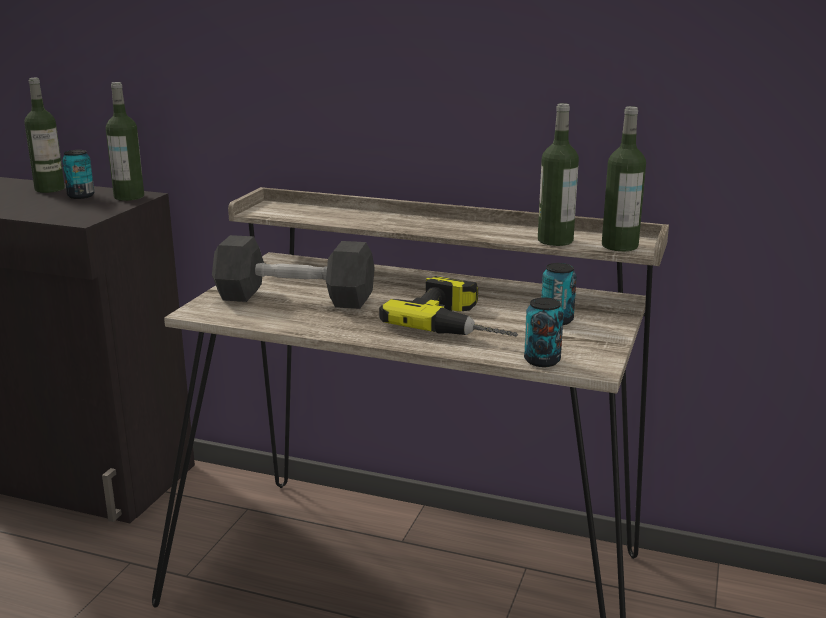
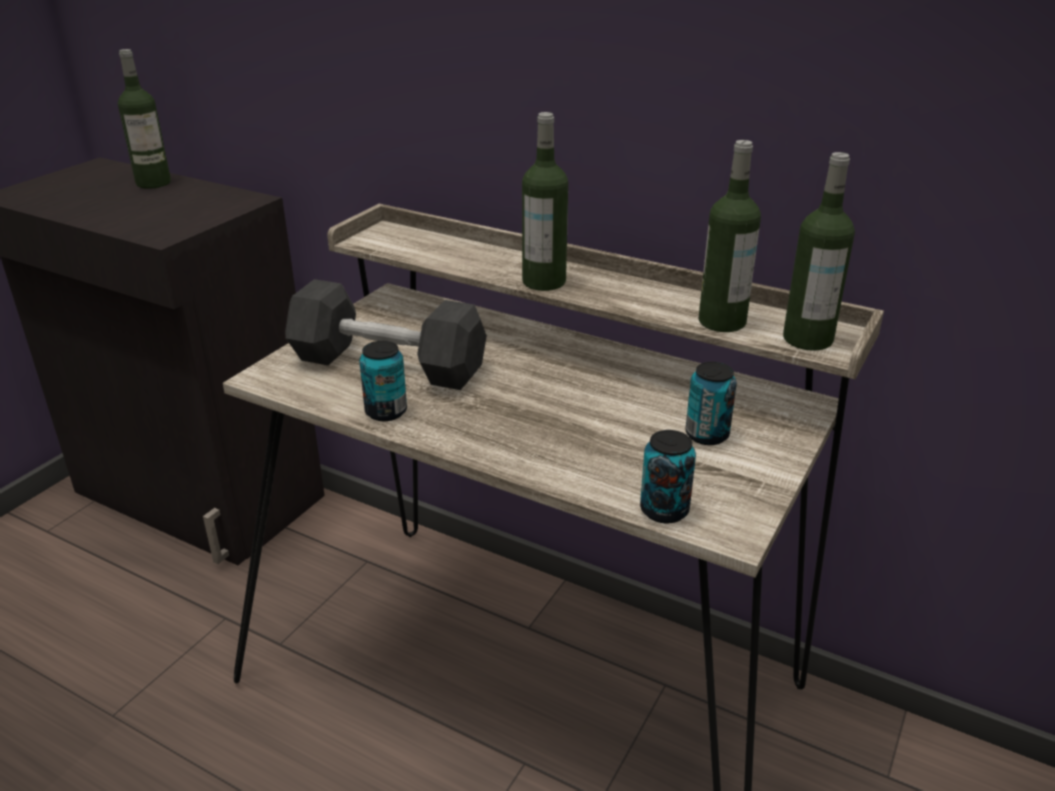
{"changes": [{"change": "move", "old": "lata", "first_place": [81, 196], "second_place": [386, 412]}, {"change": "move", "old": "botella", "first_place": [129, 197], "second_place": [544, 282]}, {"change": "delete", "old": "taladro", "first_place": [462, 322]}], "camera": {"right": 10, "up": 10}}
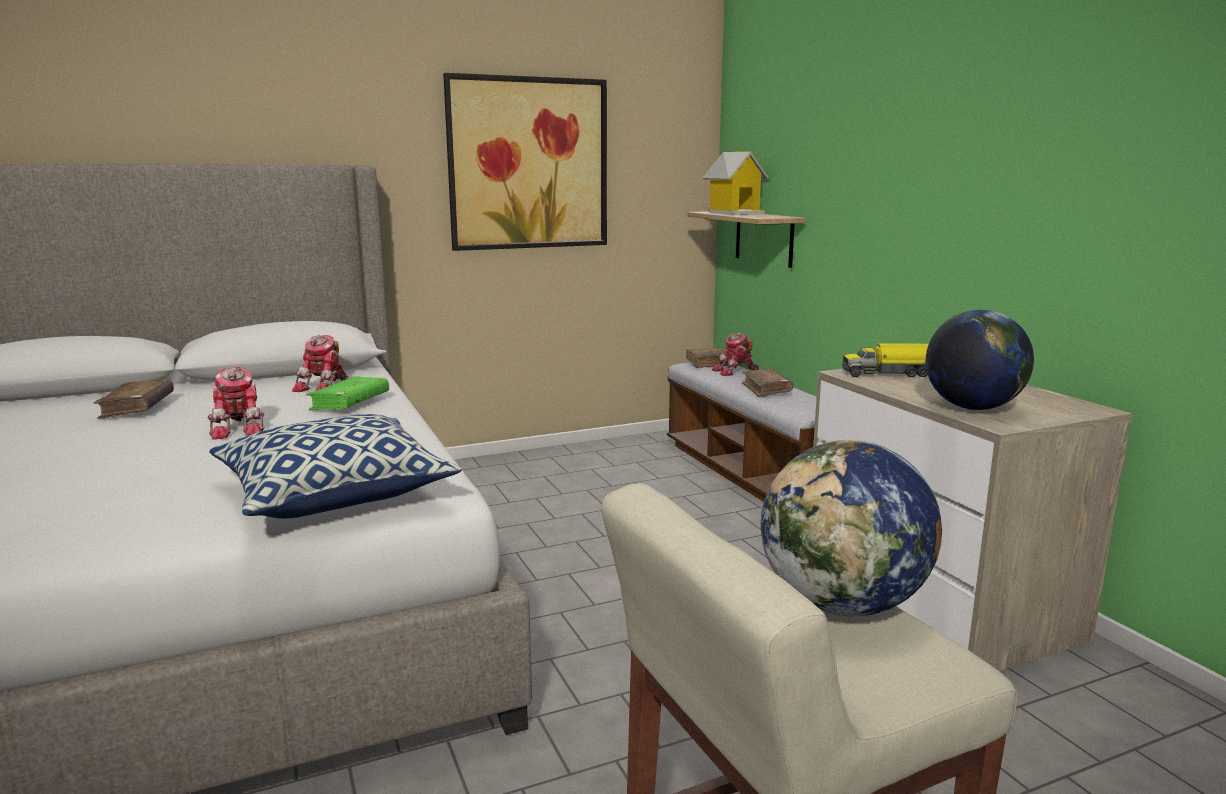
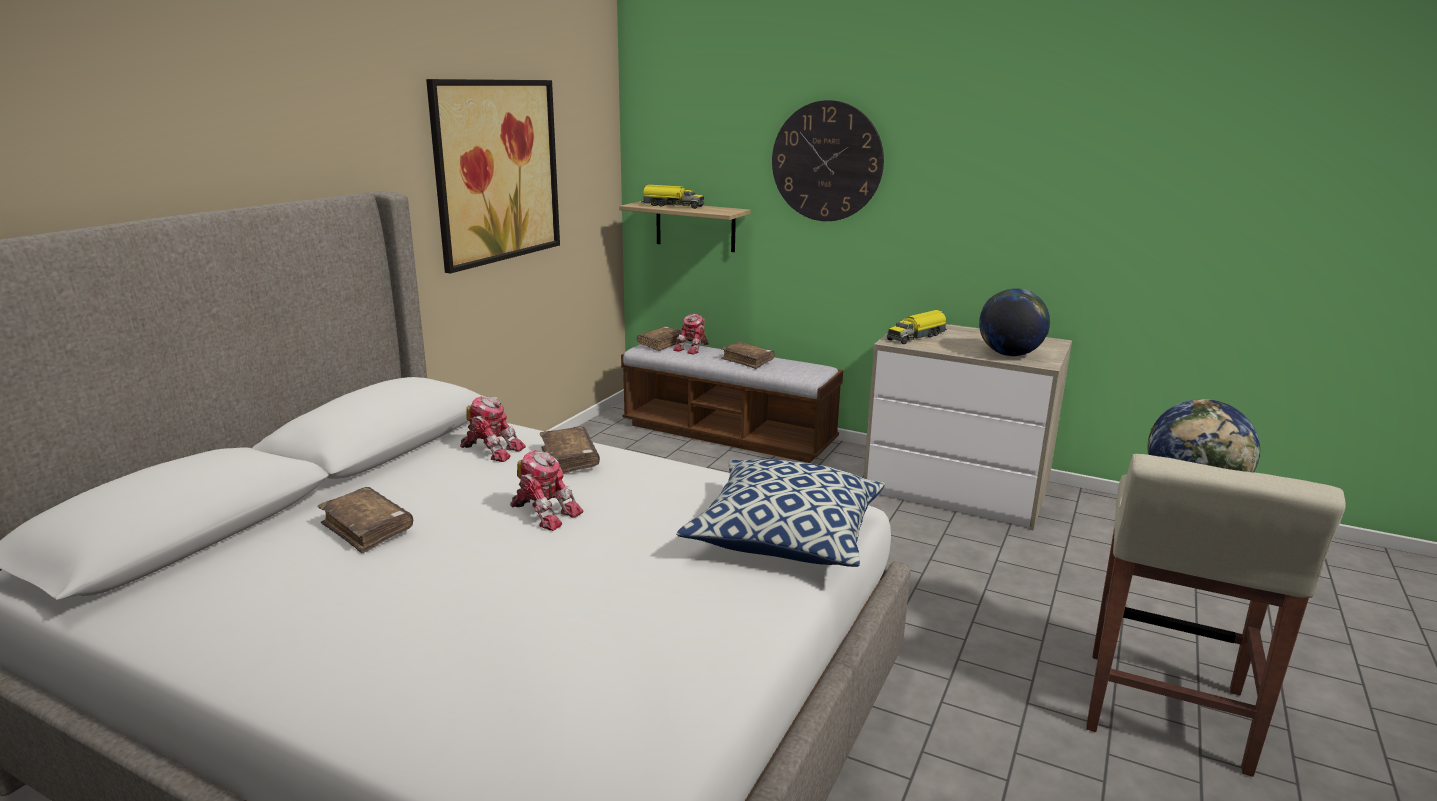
{"changes": [{"change": "rotate", "old": "robot de juguete", "first_place": [325, 386], "second_place": [491, 449], "degrees": -45}, {"change": "recolor", "old": "libro (verde)", "new": "libro (marrón)", "first_place": [350, 403], "second_place": [569, 459]}, {"change": "replace", "old": "casita", "new": "camión de juguete", "first_place": [735, 213], "second_place": [672, 206]}, {"change": "insert", "new": "reloj de pared", "second_place": [827, 161]}], "camera": {"right": -40, "up": 5}}
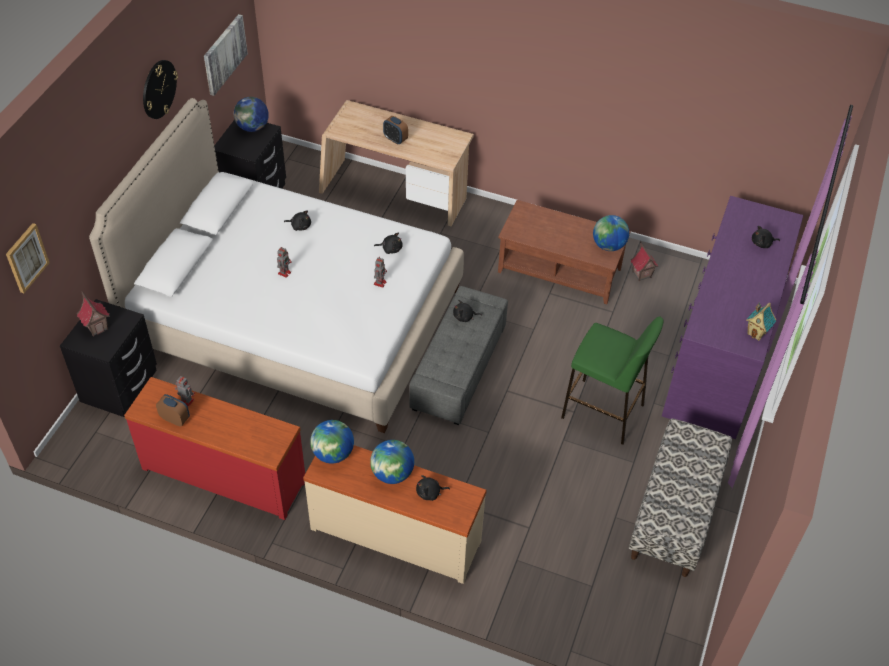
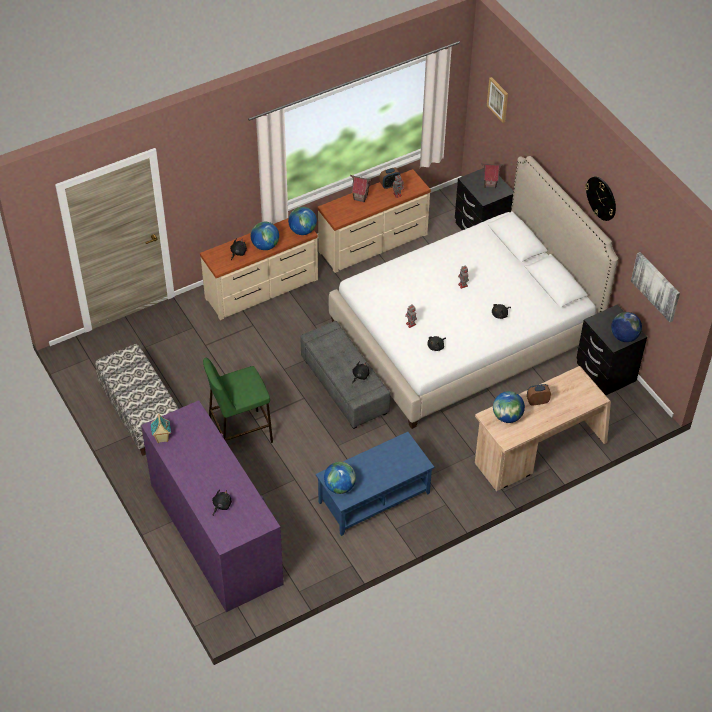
{"changes": [{"change": "recolor", "old": "mesa de centro (marrón)", "new": "mesa de centro (azul)", "first_place": [560, 270], "second_place": [374, 498]}, {"change": "recolor", "old": "cómoda (rojo)", "new": "cómoda (beis)", "first_place": [224, 473], "second_place": [374, 244]}, {"change": "move", "old": "casita", "first_place": [641, 274], "second_place": [360, 197]}, {"change": "insert", "new": "globo terráqueo", "second_place": [507, 416]}], "camera": {"right": 130, "up": 0}}
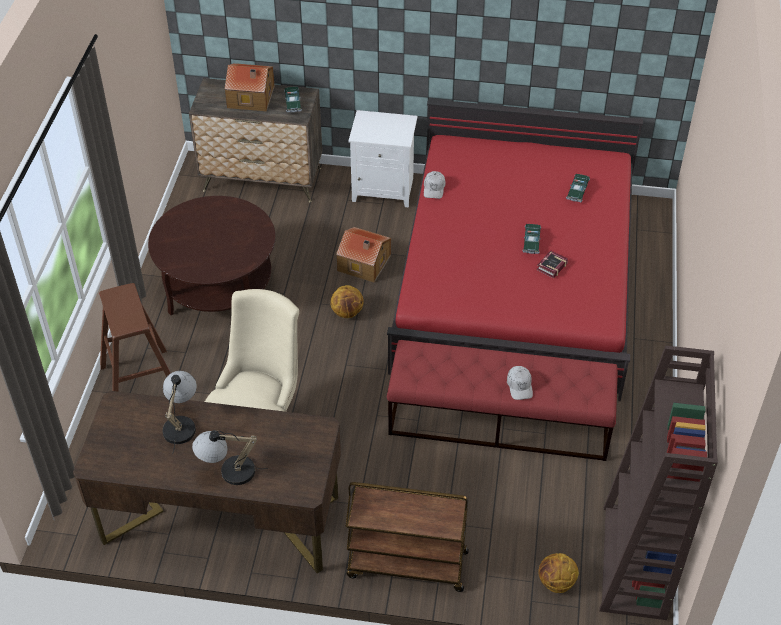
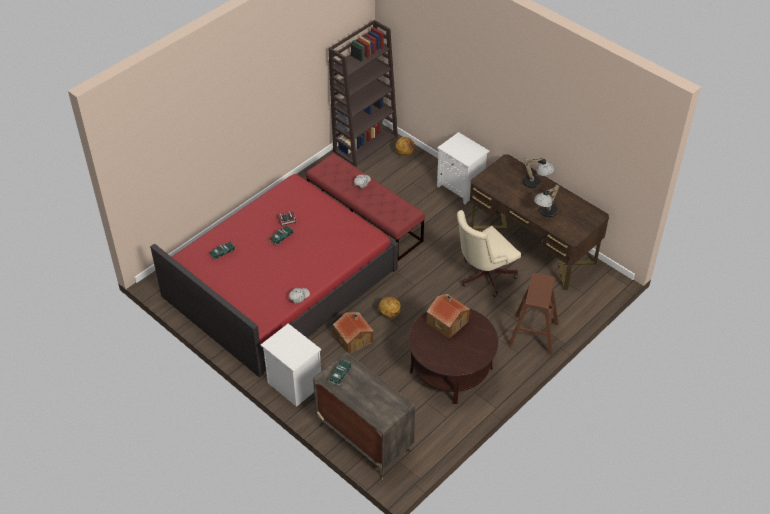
{"changes": [{"change": "move", "old": "casita", "first_place": [251, 98], "second_place": [447, 321]}, {"change": "replace", "old": "carrito (marrón)", "new": "mesita de noche (blanco)", "first_place": [406, 565], "second_place": [461, 188]}], "camera": {"right": -145, "up": 0}}
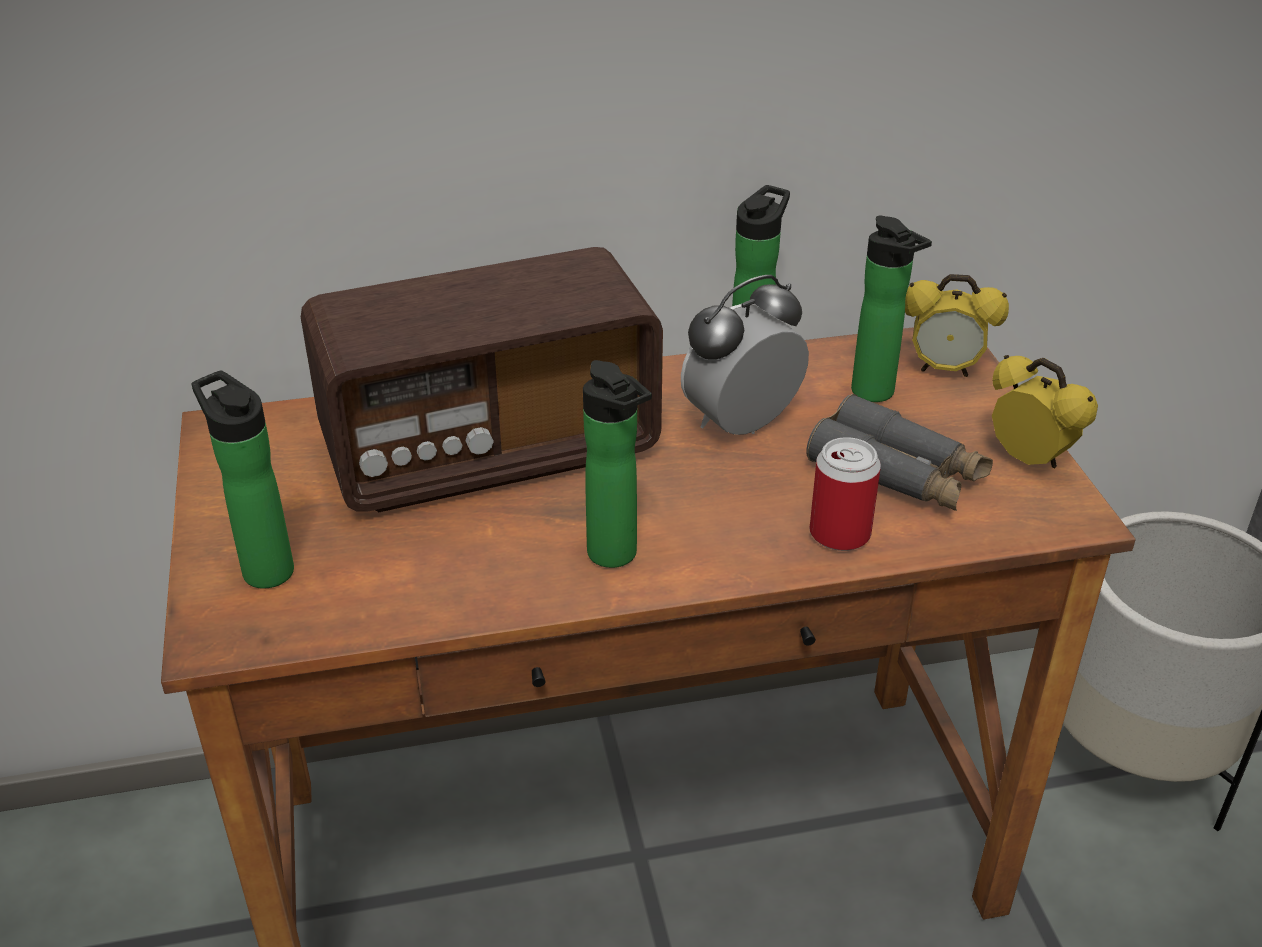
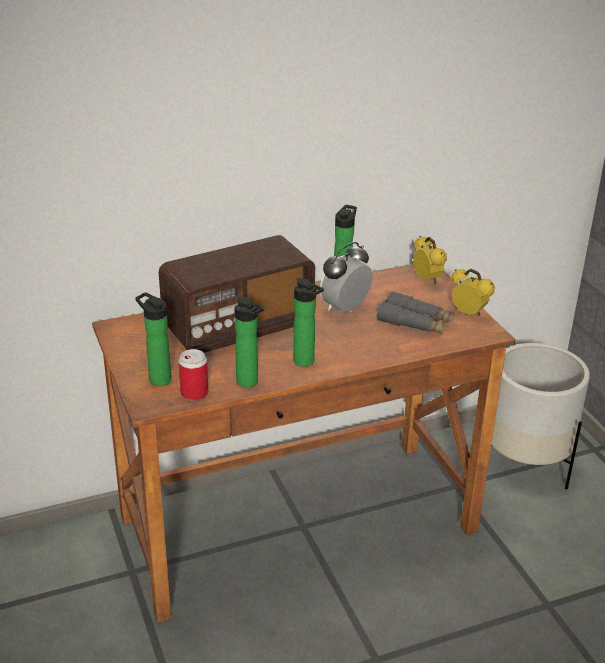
{"changes": [{"change": "move", "old": "lata", "first_place": [839, 533], "second_place": [194, 393]}, {"change": "move", "old": "botella", "first_place": [877, 394], "second_place": [249, 383]}, {"change": "rotate", "old": "despertador", "first_place": [944, 369], "second_place": [427, 280], "degrees": -120}], "camera": {"right": -10, "up": -5}}
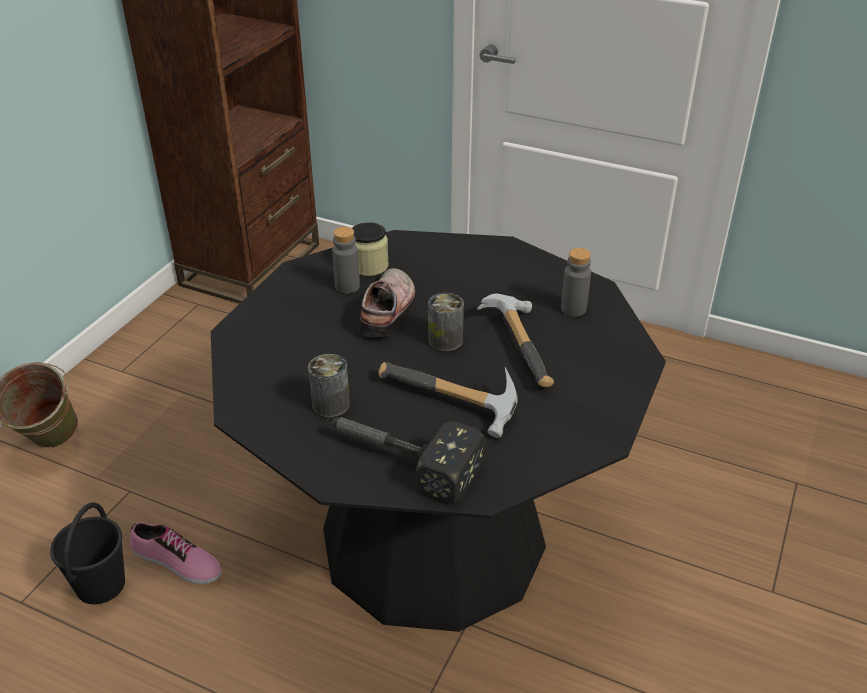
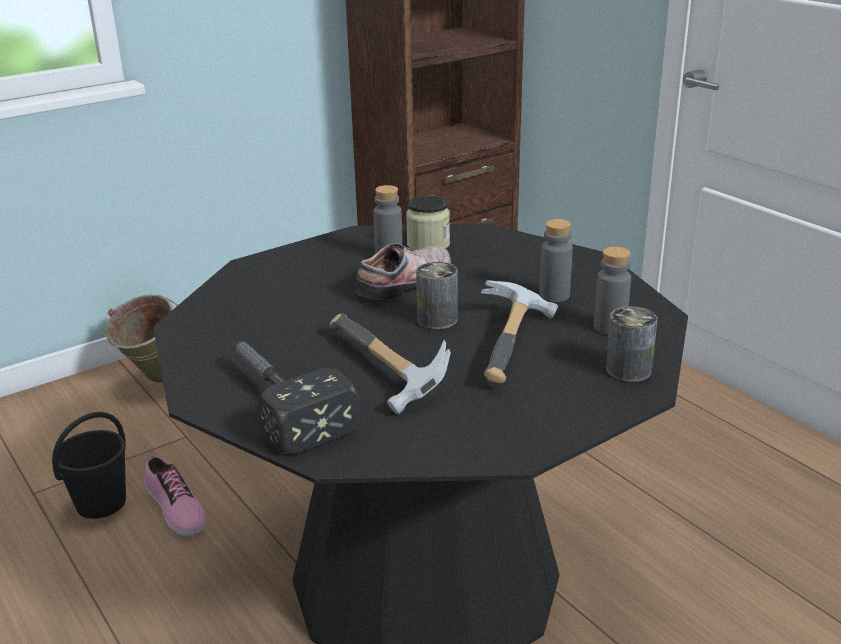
{"changes": [{"change": "insert", "new": "botella (gris)", "second_place": [554, 295]}, {"change": "move", "old": "lata", "first_place": [331, 404], "second_place": [628, 369]}], "camera": {"right": 30, "up": -10}}
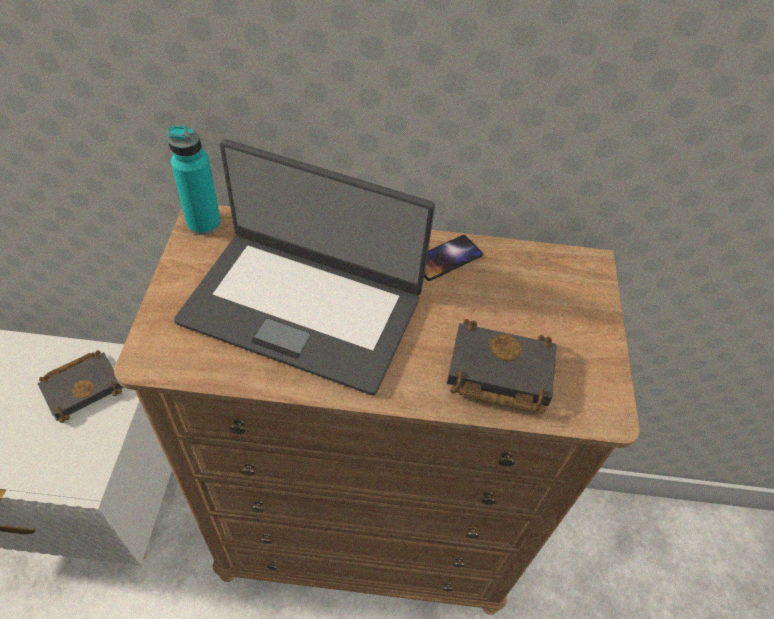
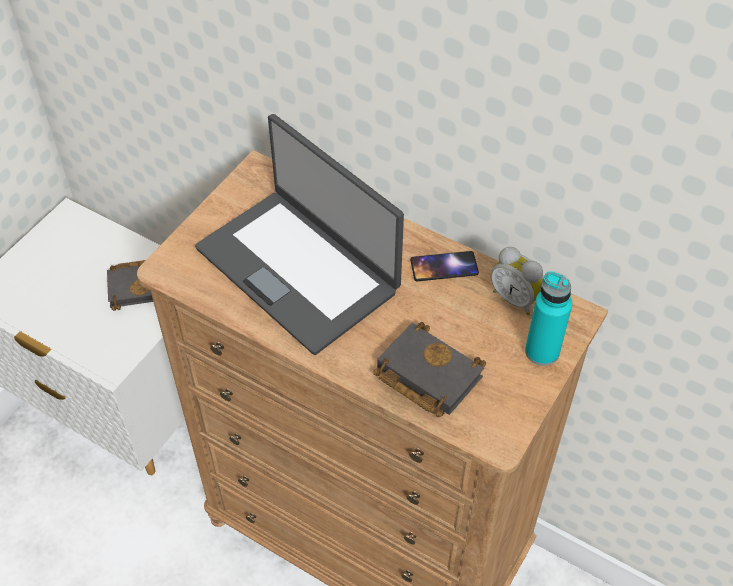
{"changes": [{"change": "insert", "new": "despertador", "second_place": [516, 298]}, {"change": "move", "old": "botella (turquesa)", "first_place": [203, 223], "second_place": [542, 351]}], "camera": {"right": 30, "up": 0}}
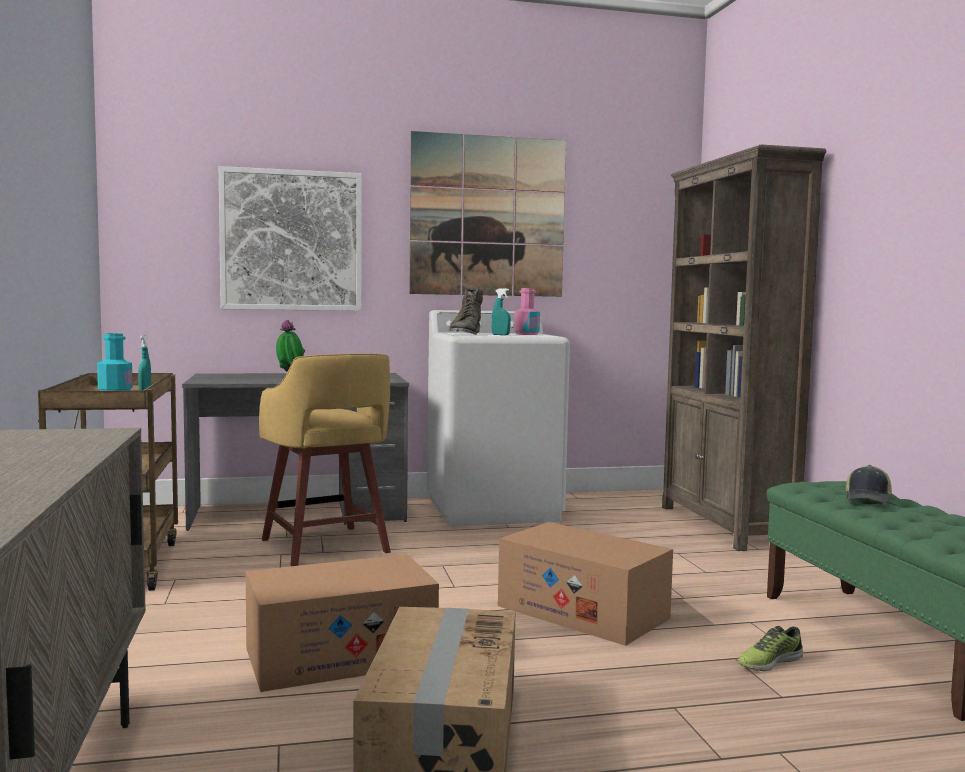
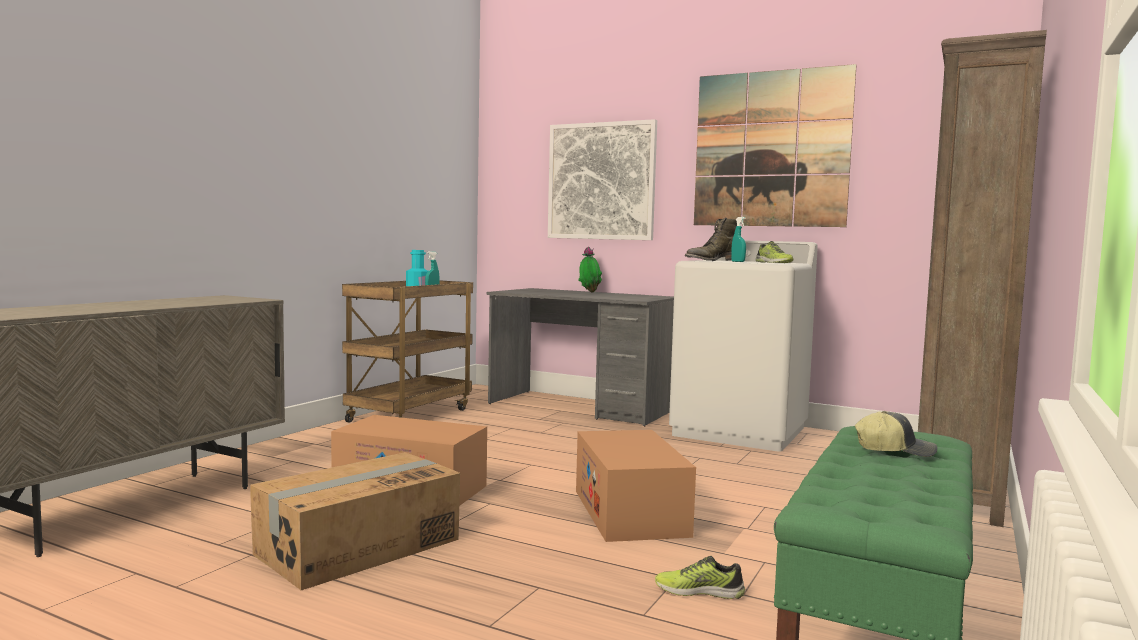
{"changes": [{"change": "replace", "old": "botella (rosa)", "new": "zapato", "first_place": [526, 334], "second_place": [773, 262]}, {"change": "rotate", "old": "gorra", "first_place": [868, 499], "second_place": [895, 450], "degrees": -150}, {"change": "delete", "old": "taburete (amarillo)", "first_place": [325, 547]}], "camera": {"right": 40, "up": 0}}
